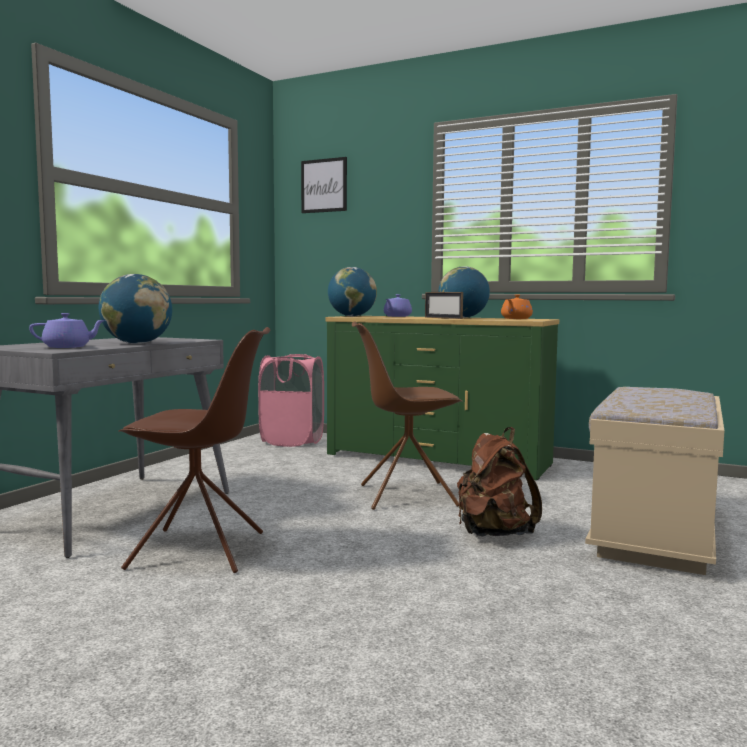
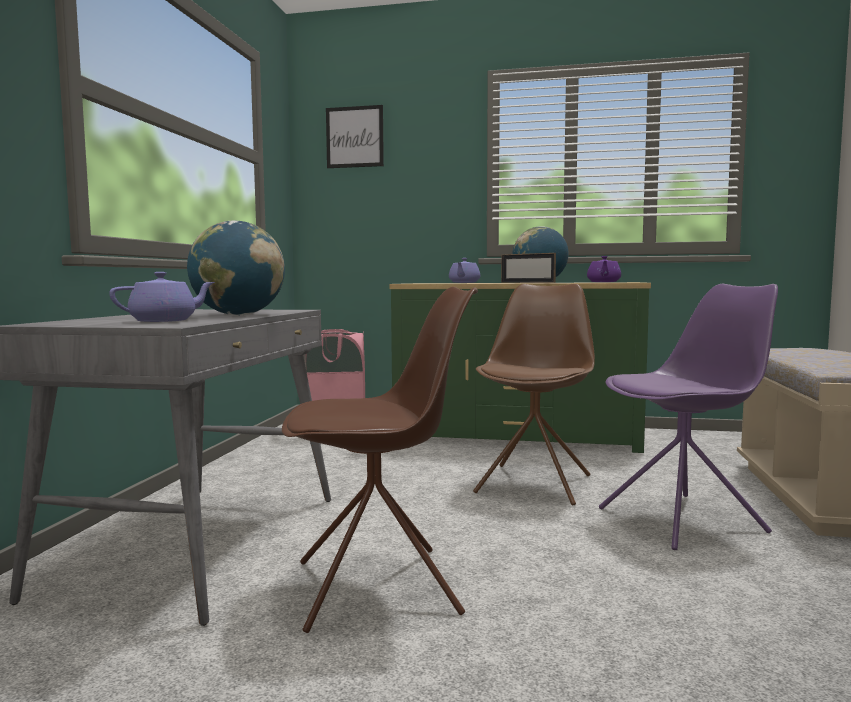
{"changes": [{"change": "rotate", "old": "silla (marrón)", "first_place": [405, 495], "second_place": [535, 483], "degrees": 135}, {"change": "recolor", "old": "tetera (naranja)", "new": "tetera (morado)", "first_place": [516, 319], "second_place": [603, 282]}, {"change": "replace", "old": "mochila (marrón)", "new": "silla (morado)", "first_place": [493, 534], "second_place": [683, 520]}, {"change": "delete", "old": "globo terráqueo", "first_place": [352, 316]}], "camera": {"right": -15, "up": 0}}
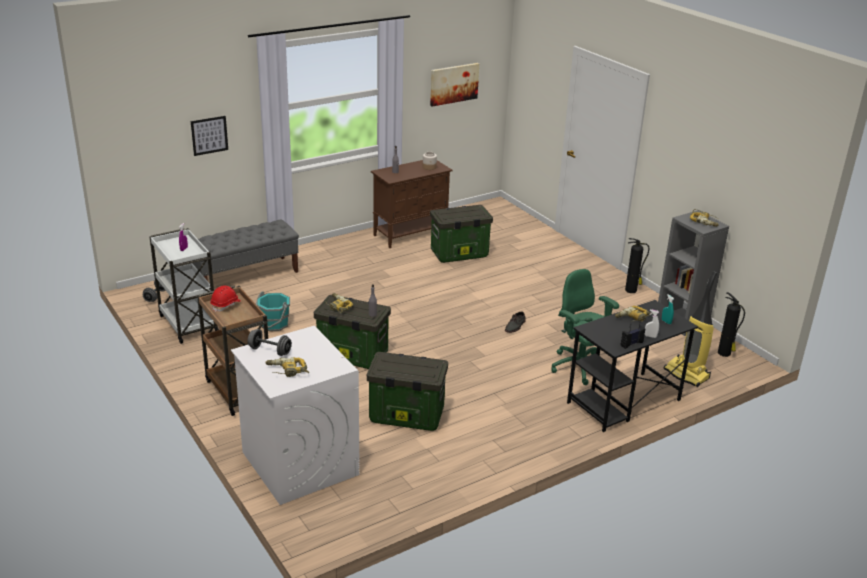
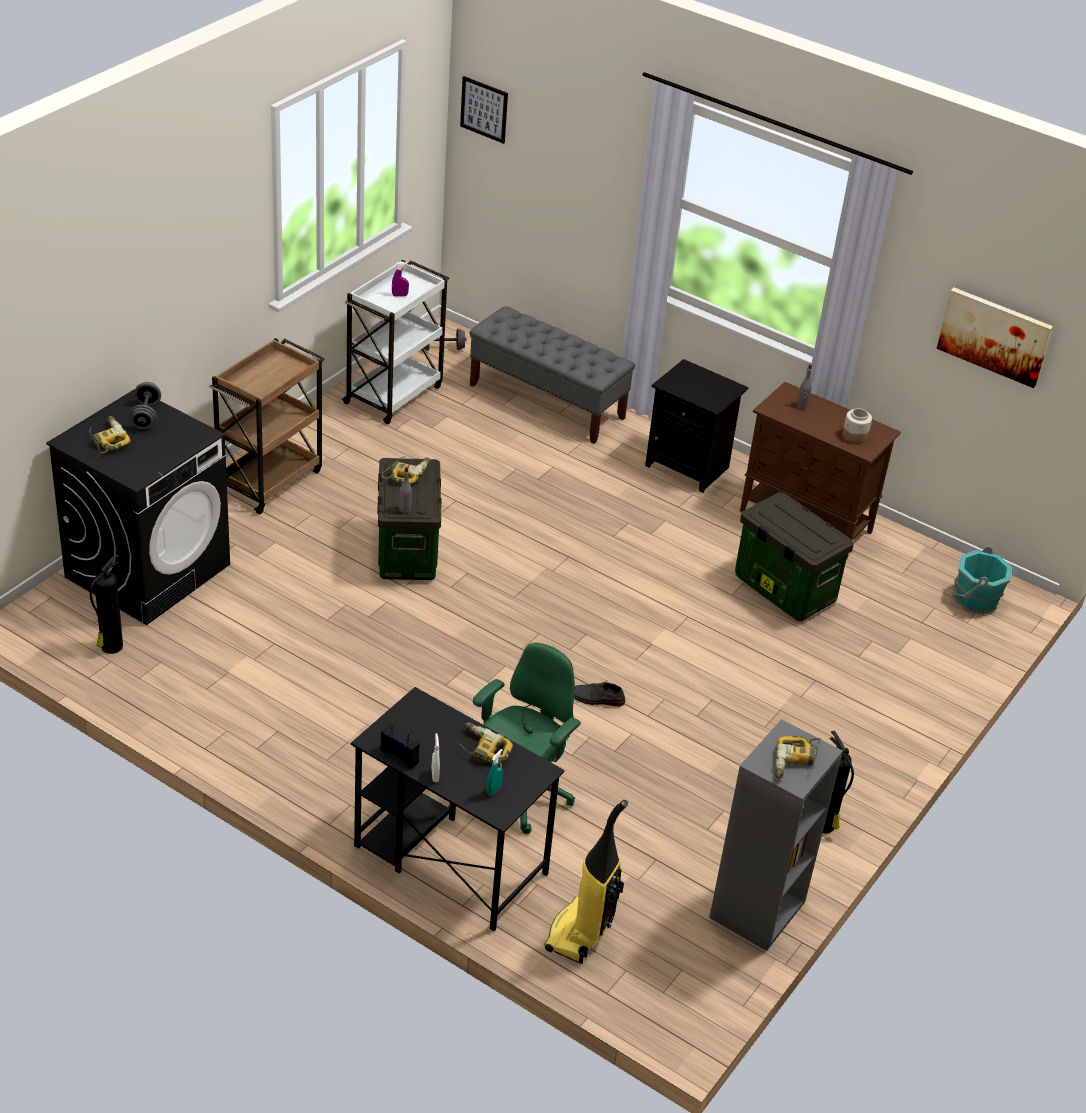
{"changes": [{"change": "recolor", "old": "lavadora (blanco)", "new": "lavadora (negro)", "first_place": [299, 463], "second_place": [148, 570]}, {"change": "move", "old": "extintor", "first_place": [724, 353], "second_place": [111, 647]}, {"change": "move", "old": "cuadro", "first_place": [209, 135], "second_place": [484, 109]}, {"change": "insert", "new": "mesita de noche (negro)", "second_place": [688, 466]}, {"change": "move", "old": "cubo (turquesa)", "first_place": [274, 324], "second_place": [975, 599]}, {"change": "delete", "old": "casco (rojo)", "first_place": [226, 305]}, {"change": "delete", "old": "caja de almacenaje", "first_place": [405, 416]}], "camera": {"right": 65, "up": 10}}
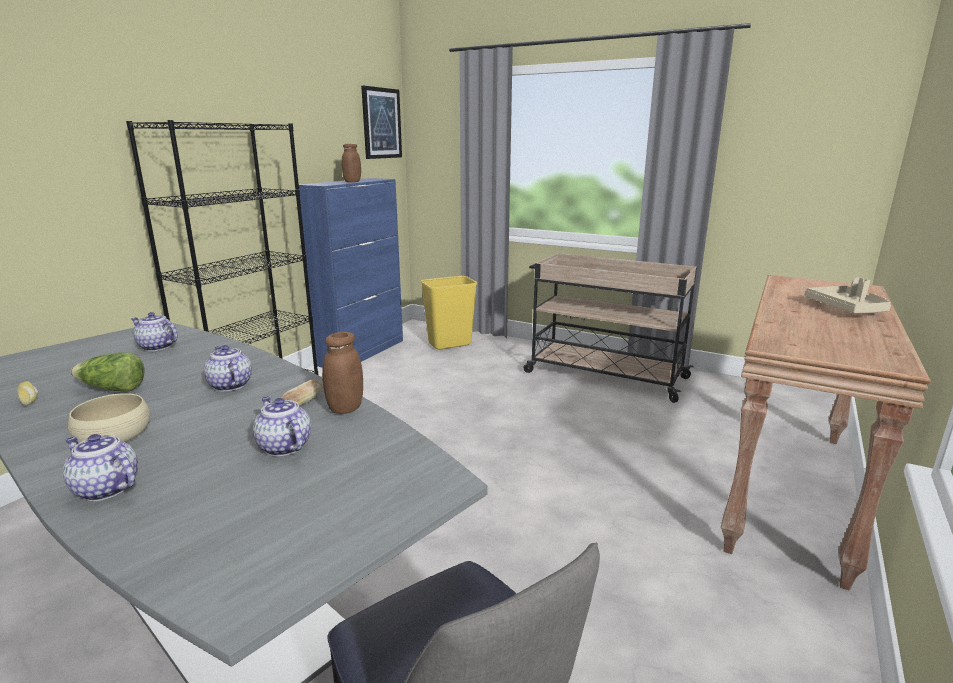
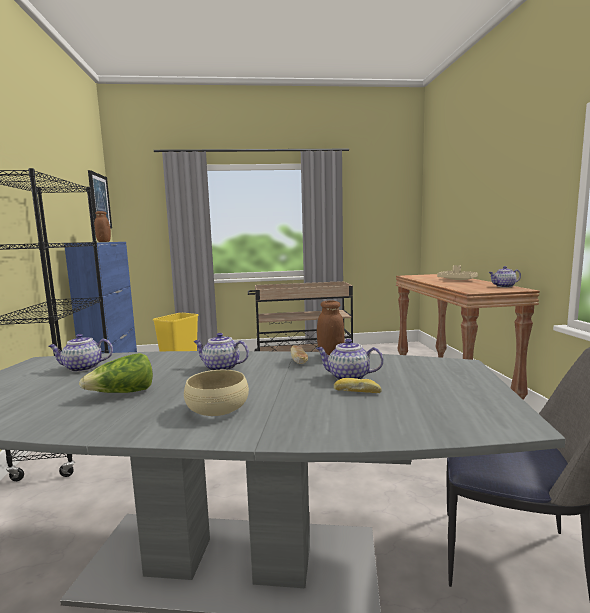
{"changes": [{"change": "move", "old": "pan", "first_place": [29, 398], "second_place": [357, 391]}, {"change": "move", "old": "tetera", "first_place": [105, 488], "second_place": [503, 286]}], "camera": {"right": -35, "up": -10}}
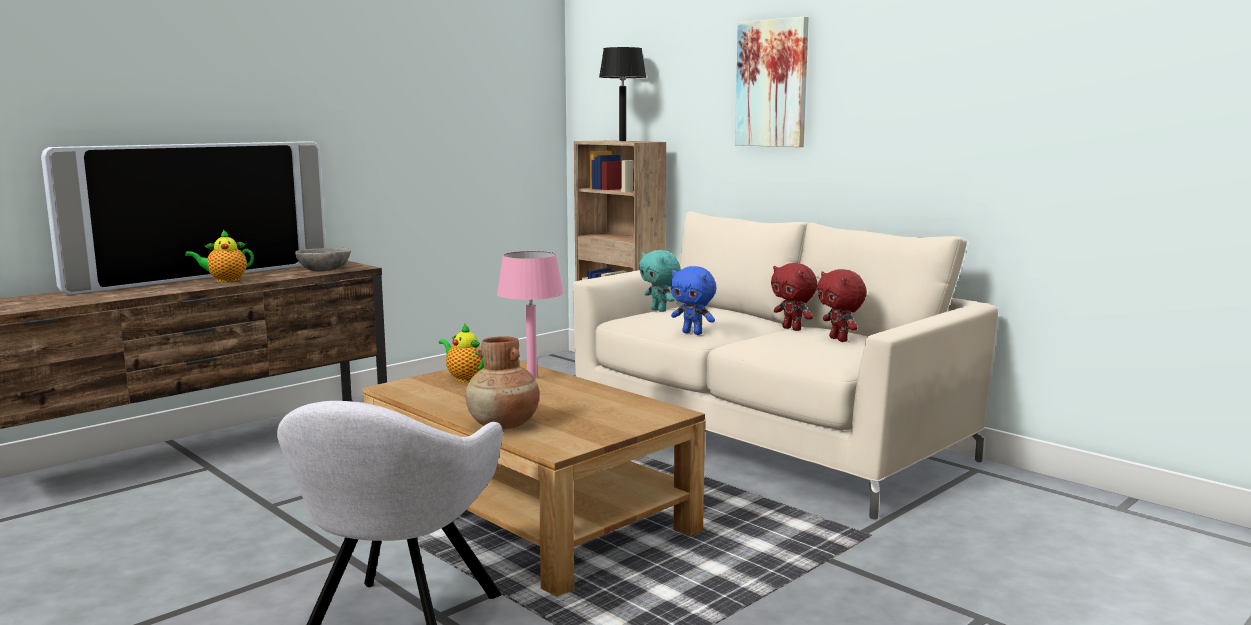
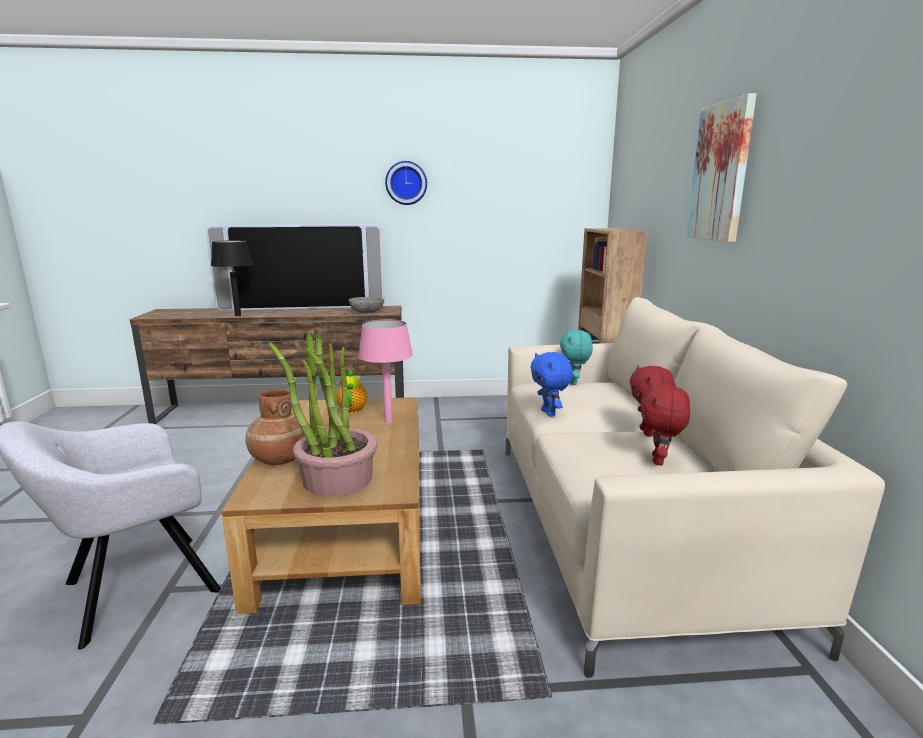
{"changes": [{"change": "move", "old": "lámpara de mesa (negro)", "first_place": [622, 141], "second_place": [238, 315]}, {"change": "insert", "new": "planta en maceta", "second_place": [336, 479]}, {"change": "insert", "new": "reloj de pared", "second_place": [406, 183]}, {"change": "delete", "old": "tetera", "first_place": [225, 280]}], "camera": {"right": 40, "up": 5}}
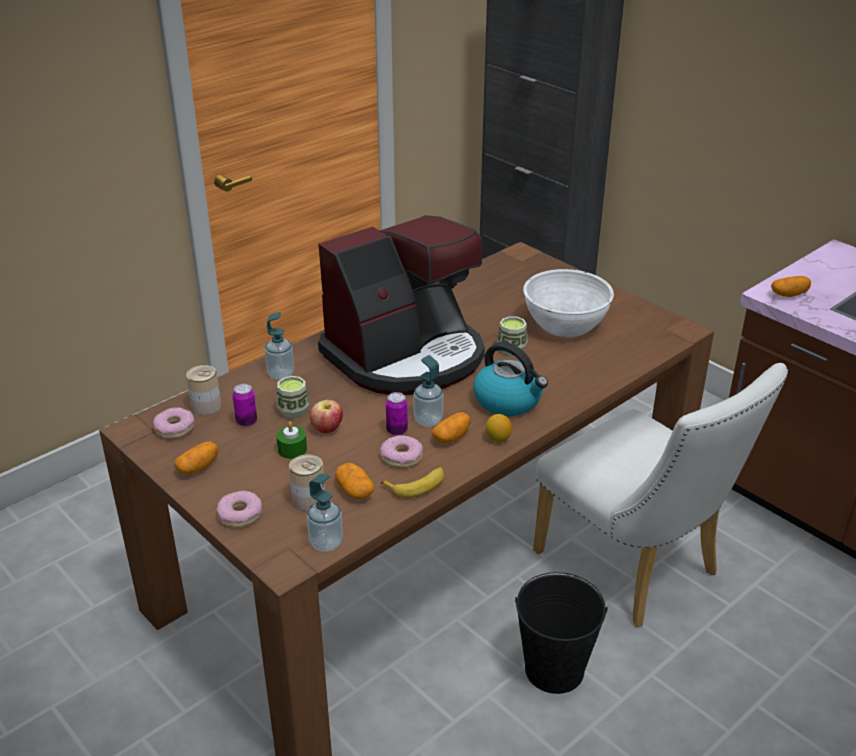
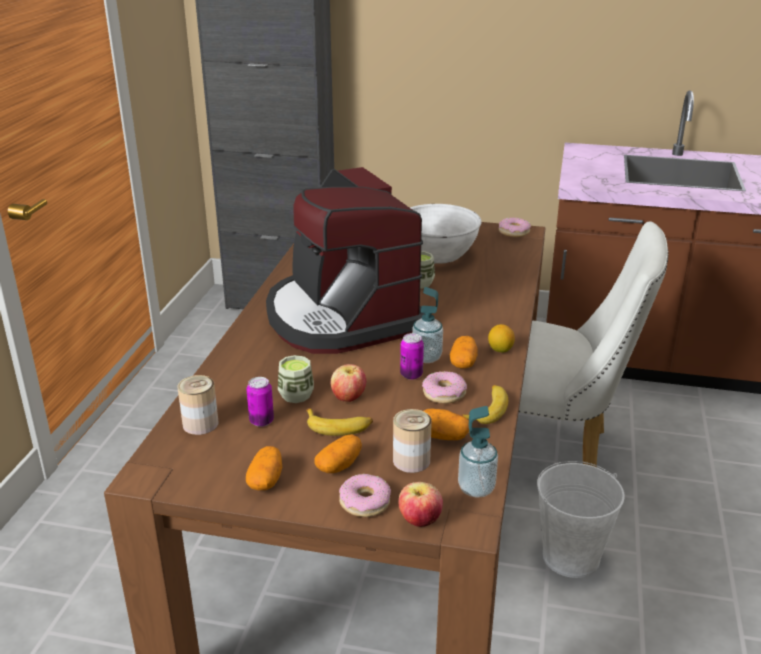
{"changes": [{"change": "rotate", "old": "cafetera", "first_place": [407, 356], "second_place": [341, 317], "degrees": 135}, {"change": "replace", "old": "vela (verde)", "new": "plátano", "first_place": [292, 449], "second_place": [339, 426]}, {"change": "move", "old": "patata", "first_place": [789, 295], "second_place": [339, 465]}, {"change": "insert", "new": "manzana", "second_place": [420, 521]}, {"change": "move", "old": "rosquilla", "first_place": [174, 428], "second_place": [514, 232]}, {"change": "recolor", "old": "cubo (negro)", "new": "cubo (blanco)", "first_place": [554, 670], "second_place": [571, 557]}, {"change": "delete", "old": "dispensador de jabón", "first_place": [281, 374]}, {"change": "delete", "old": "hervidor", "first_place": [508, 401]}], "camera": {"right": -35, "up": -5}}
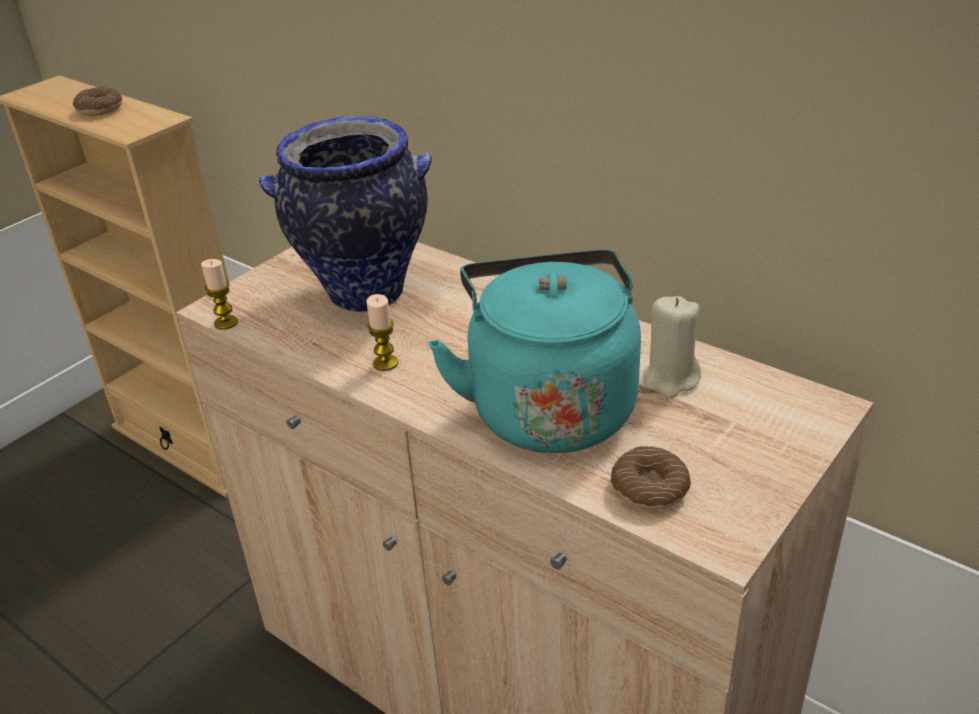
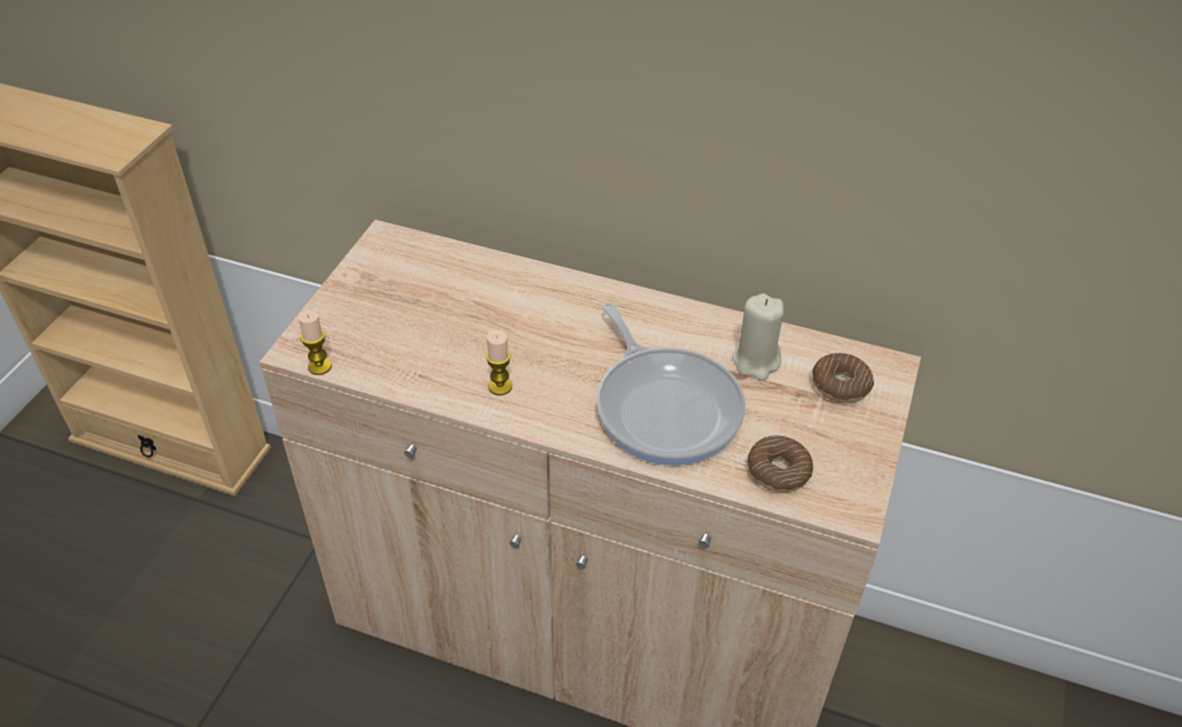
{"changes": [{"change": "replace", "old": "hervidor (turquesa)", "new": "sartén", "first_place": [549, 406], "second_place": [665, 406]}, {"change": "move", "old": "rosquilla", "first_place": [99, 109], "second_place": [840, 385]}, {"change": "delete", "old": "florero", "first_place": [364, 295]}], "camera": {"right": -20, "up": 10}}
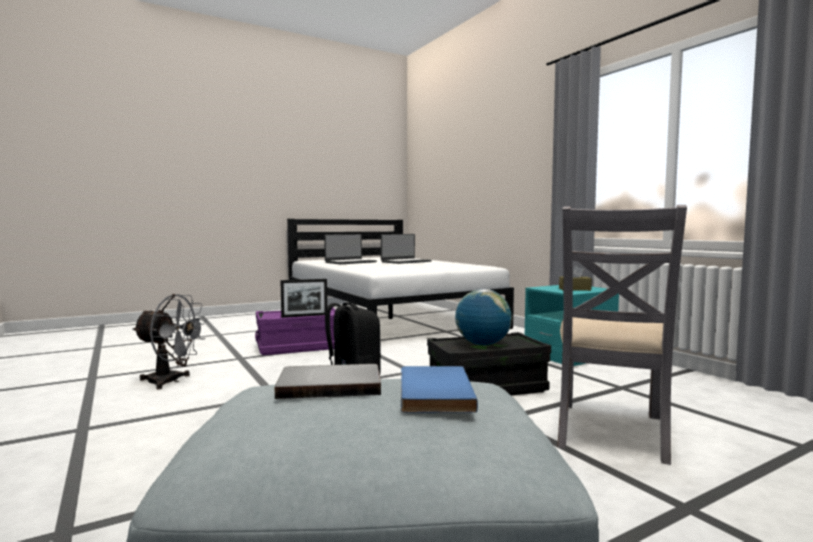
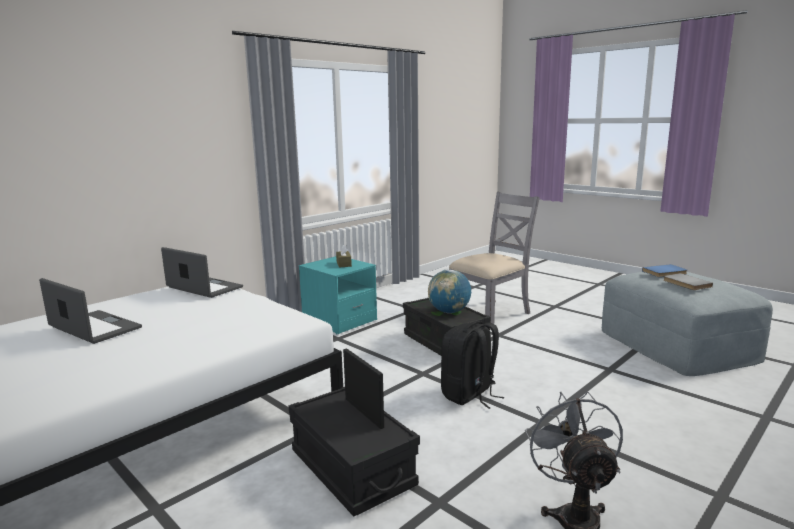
{"changes": [{"change": "move", "old": "portátil", "first_place": [350, 262], "second_place": [203, 288]}, {"change": "recolor", "old": "caja de almacenaje (morado)", "new": "caja de almacenaje (negro)", "first_place": [299, 347], "second_place": [352, 469]}, {"change": "rotate", "old": "silla (gris)", "first_place": [610, 430], "second_place": [491, 313], "degrees": -45}], "camera": {"right": -105, "up": 10}}
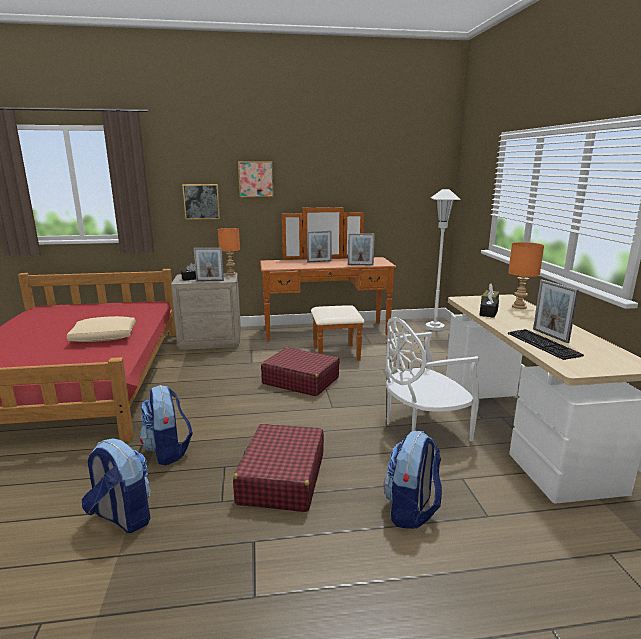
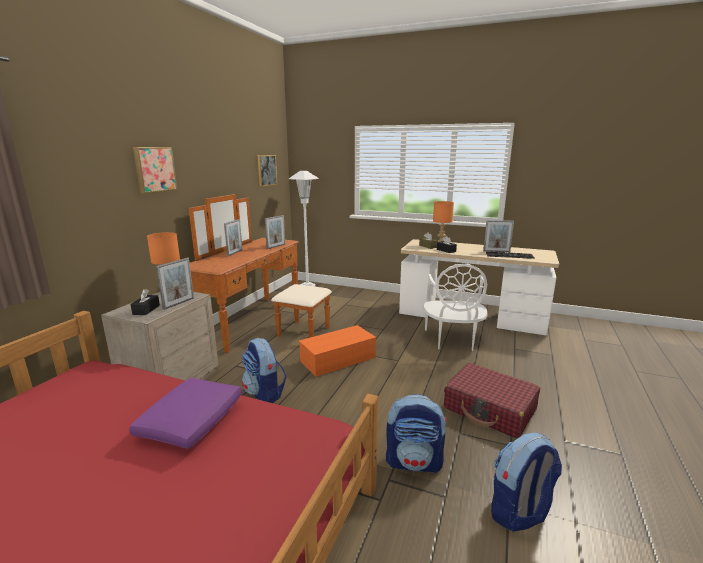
{"changes": [{"change": "recolor", "old": "cojín (beis)", "new": "cojín (morado)", "first_place": [105, 337], "second_place": [192, 421]}, {"change": "move", "old": "mochila", "first_place": [411, 510], "second_place": [264, 394]}, {"change": "move", "old": "cuadro", "first_place": [201, 201], "second_place": [267, 170]}, {"change": "replace", "old": "maleta (rojo)", "new": "caja de almacenaje (naranja)", "first_place": [300, 381], "second_place": [337, 360]}], "camera": {"right": -60, "up": 0}}
